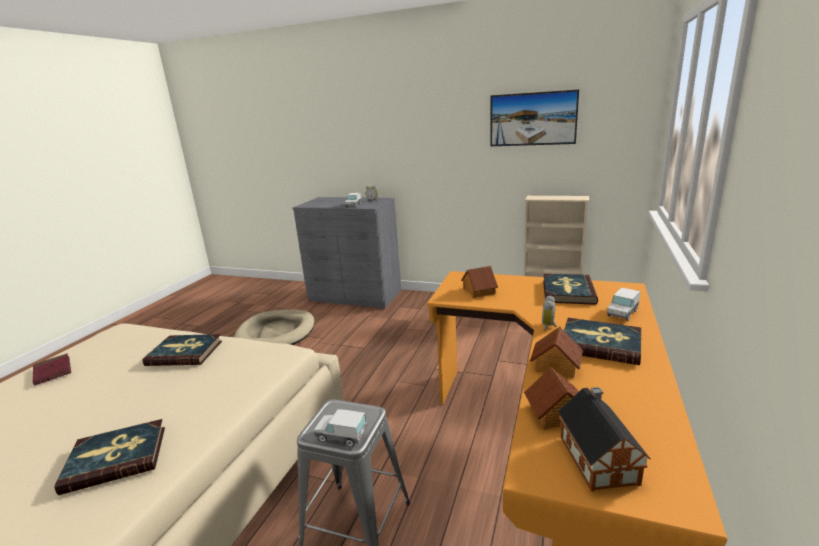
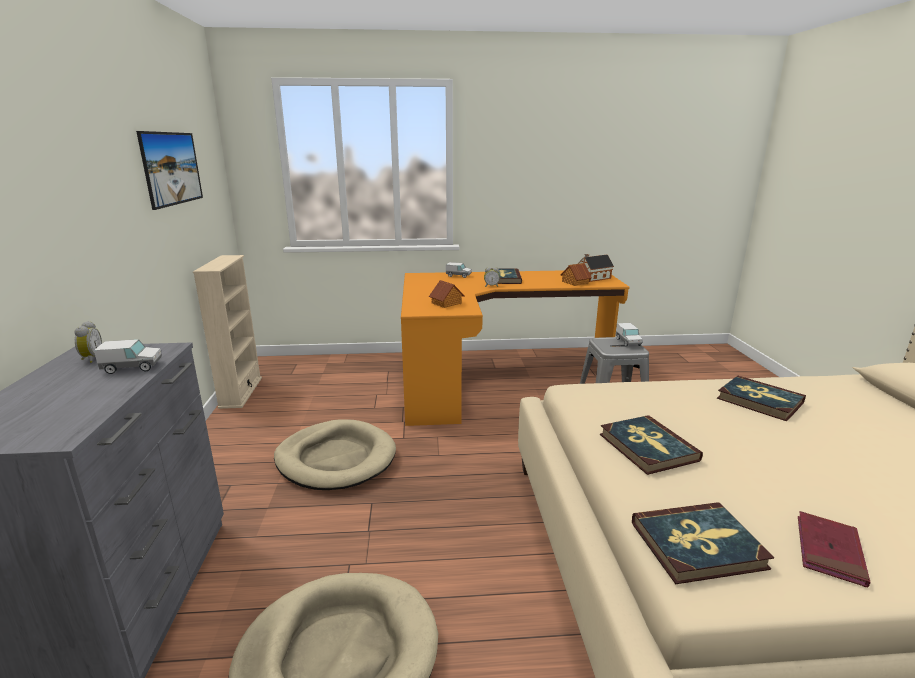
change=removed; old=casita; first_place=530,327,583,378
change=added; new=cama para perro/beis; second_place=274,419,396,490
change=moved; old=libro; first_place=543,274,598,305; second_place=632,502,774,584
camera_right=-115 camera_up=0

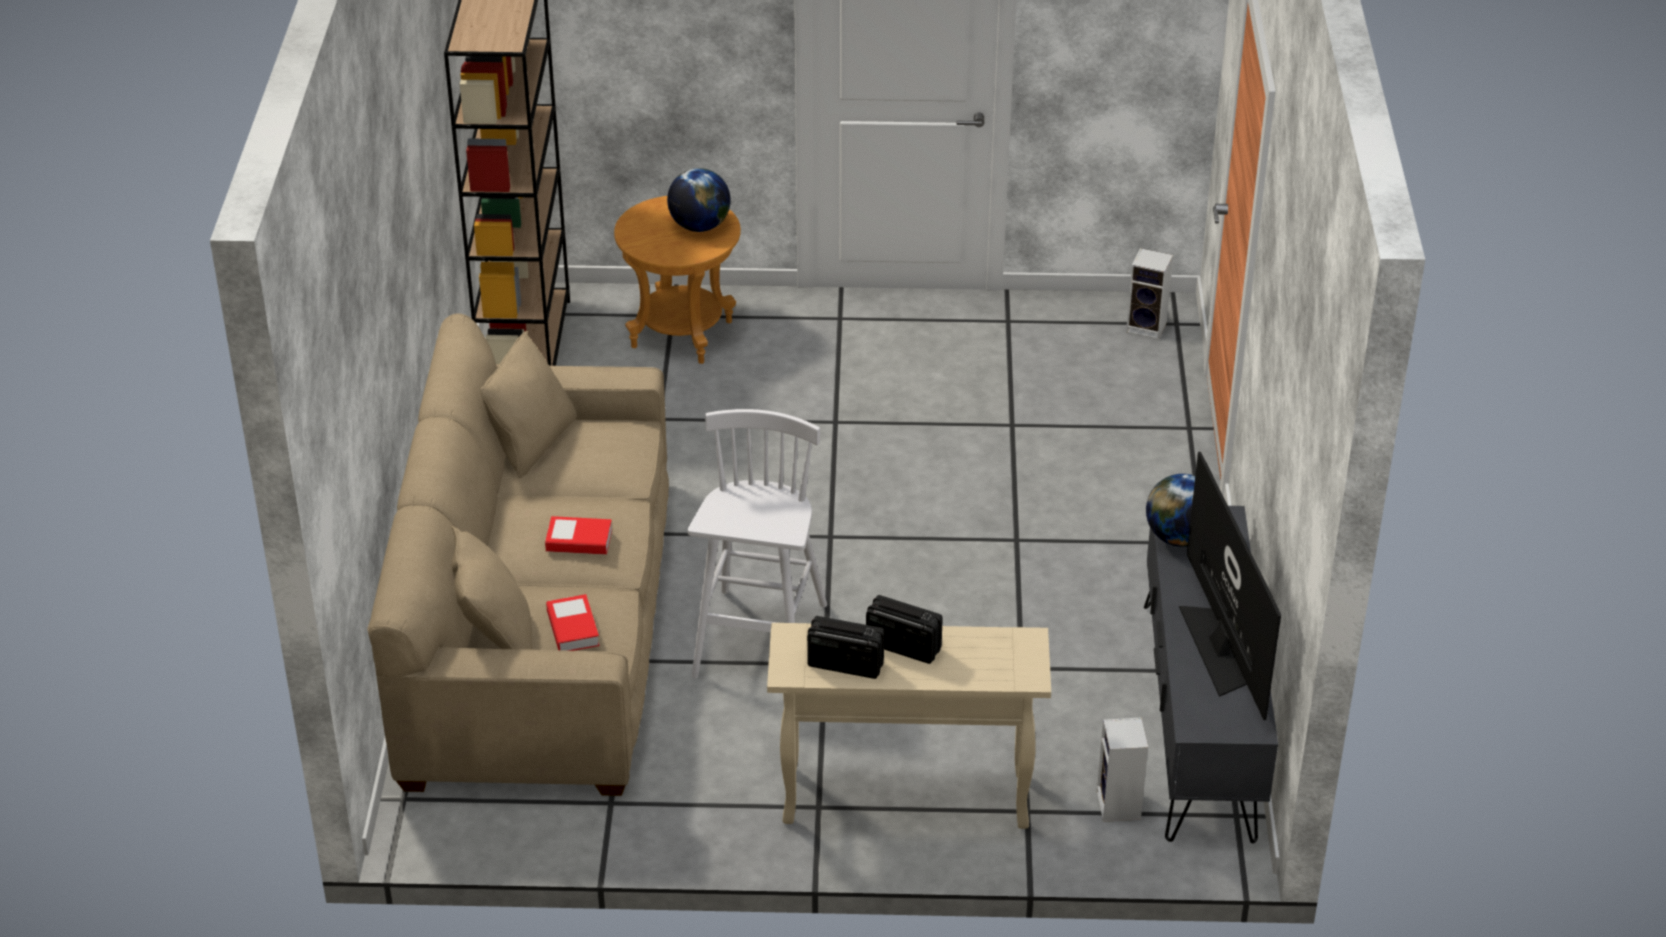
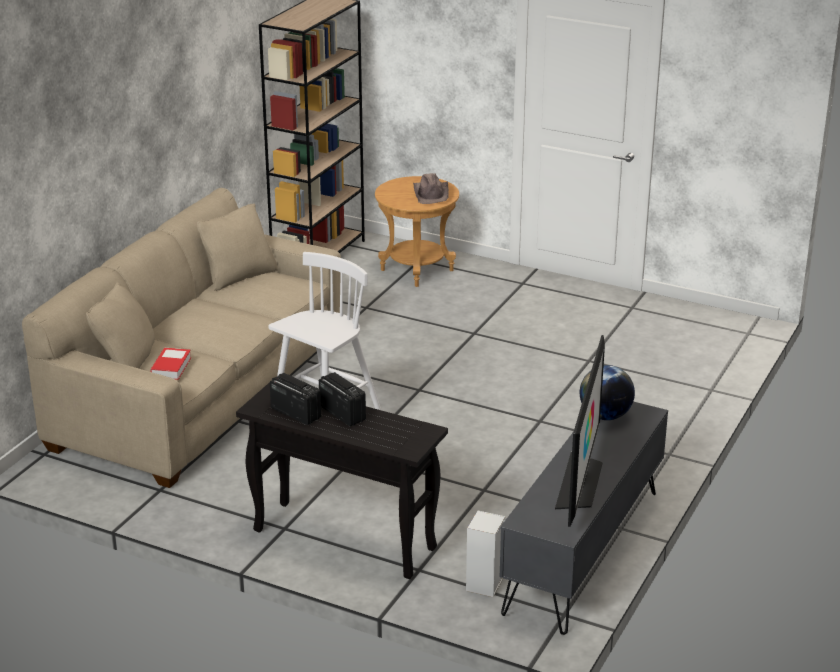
change=removed; old=libro; first_place=545,516,612,555
change=removed; old=altavoz; first_place=1126,248,1173,340
change=replaced; old=globo terráqueo; new=sombrero/marrón; first_place=667,168,731,232; second_place=413,173,449,204
change=recoloured; old=mesa consola/beis; new=mesa consola/negro; first_place=767,623,1051,829; second_place=236,382,448,579
camera_right=25 camera_up=-10

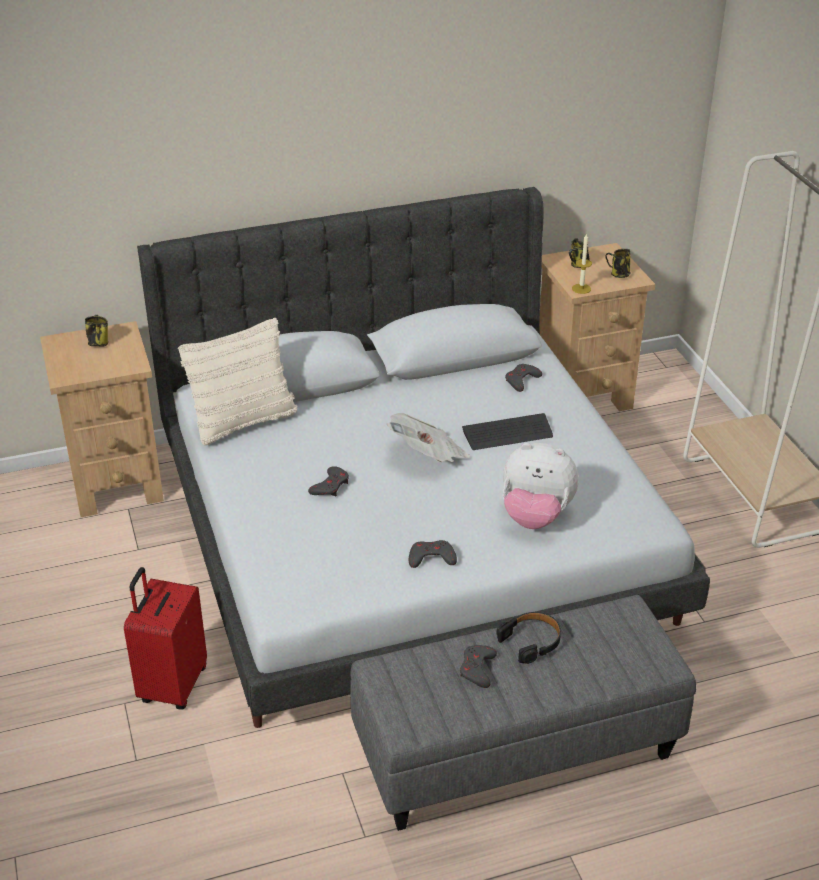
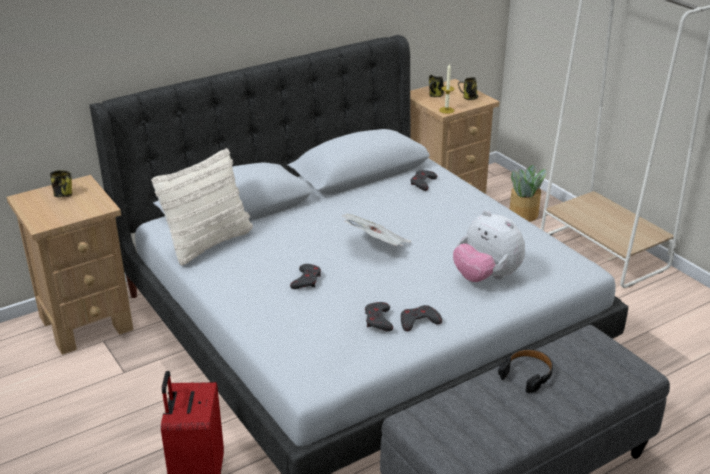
change=removed; old=teclado; first_place=462,413,553,450
change=added; new=planta en maceta; second_place=510,164,547,222
change=moved; old=mando de consola/gris; first_place=460,645,497,688; second_place=365,302,393,332
change=turned; old=peluche; first_place=503,443,579,529; second_place=453,210,525,282; degrees=45
camera_right=-15 camera_up=-5

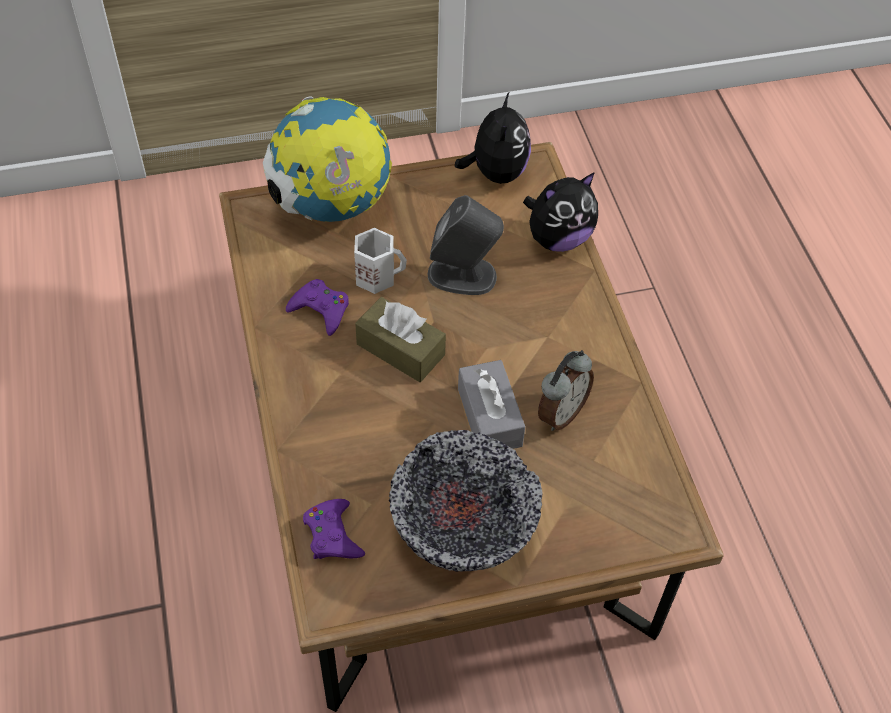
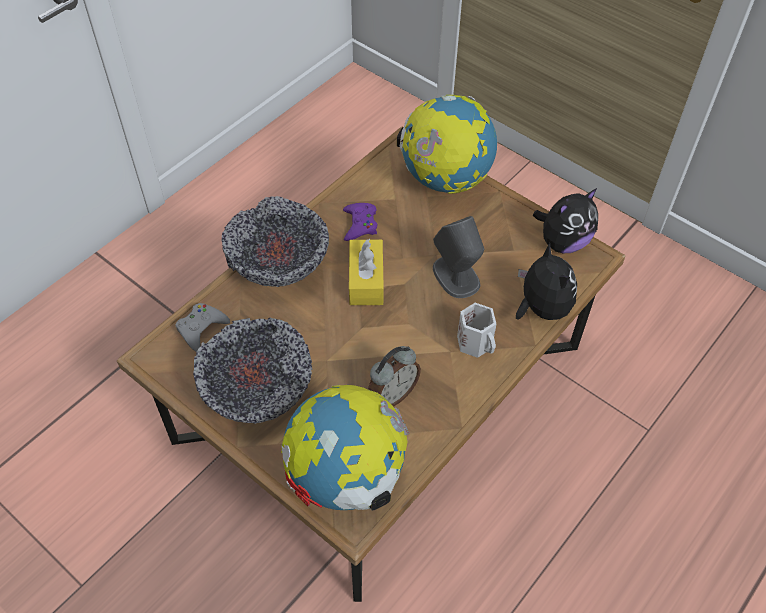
change=removed; old=caja de pañuelos/gris; first_place=458,360,525,449
change=added; new=cuenco; second_place=221,196,329,287
change=added; new=globo terráqueo; second_place=281,385,409,511
change=moved; old=taza grande/blanco; first_place=354,228,407,294; second_place=457,303,496,358
change=recoloured; old=mando de consola/morado; new=mando de consola/gris; first_place=303,499,365,559; second_place=175,303,230,352
change=recoloured; old=caja de pañuelos/marrón; new=caja de pañuelos/amarillo; first_place=355,297,446,382; second_place=349,239,384,305
change=turned; old=peluche; first_place=523,172,598,252; second_place=516,243,577,320; degrees=-135
change=turned; old=despertador; first_place=538,350,594,431; second_place=368,346,421,407; degrees=-45
camera_right=55 camera_up=0

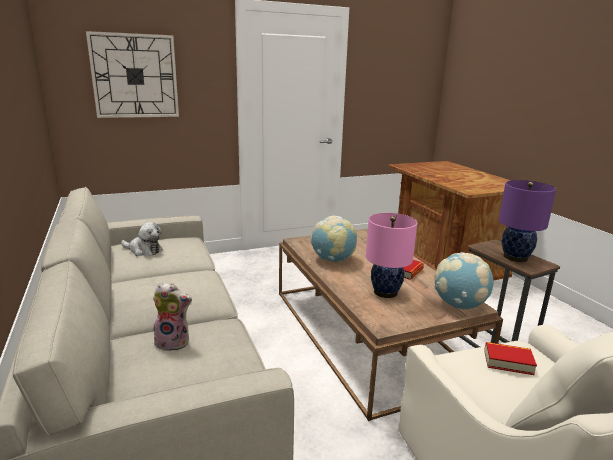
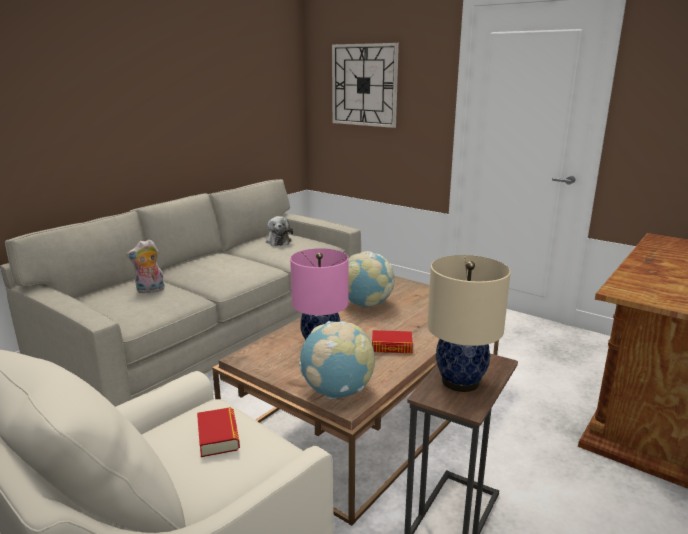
change=recoloured; old=lámpara de mesa/morado; new=lámpara de mesa/beis; first_place=499,180,556,262; second_place=427,255,511,392
change=turned; old=peluche; first_place=153,282,192,351; second_place=126,239,165,293; degrees=90
camera_right=60 camera_up=0

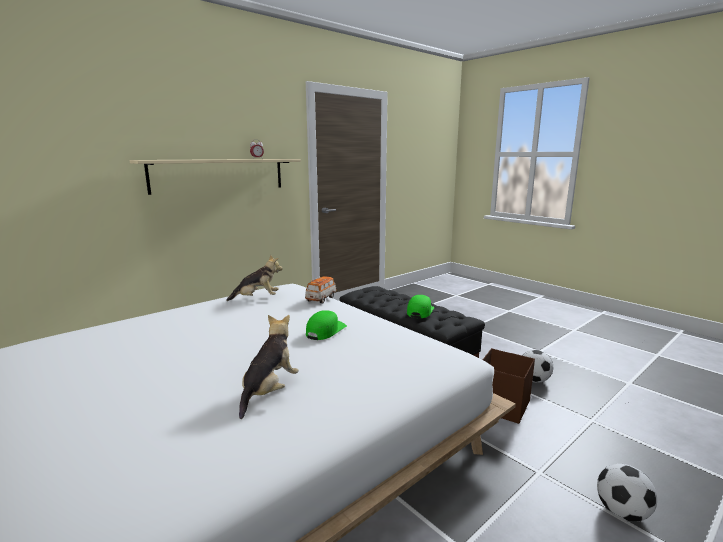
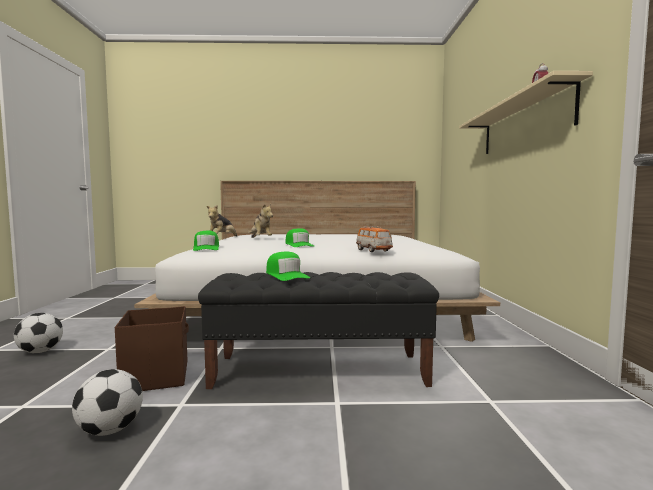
change=added; new=gorra/verde; second_place=193,231,219,251
change=moved; old=peluche; first_place=226,255,283,301; second_place=207,205,237,237
camera_right=130 camera_up=-10

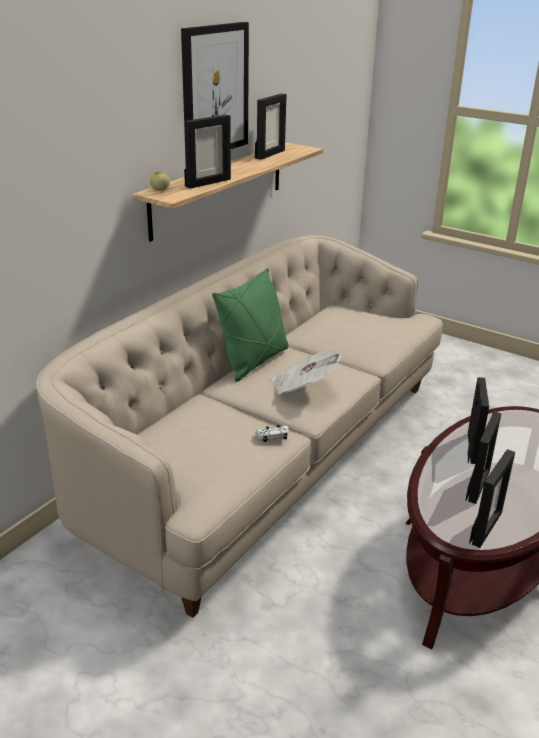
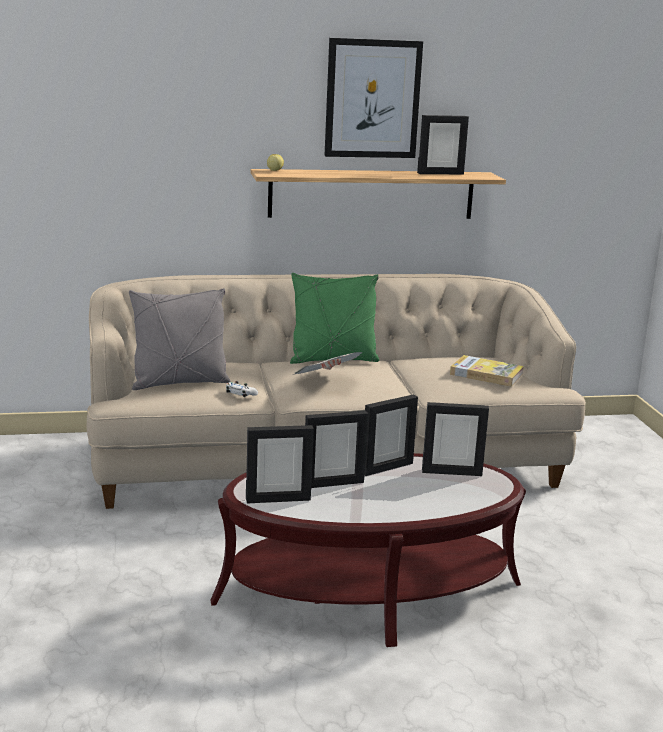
change=added; new=cojín/gris; second_place=129,288,230,390
change=added; new=libro; second_place=450,355,524,386
change=moved; old=portarretratos; first_place=184,115,231,189; second_place=422,402,489,476
camera_right=45 camera_up=-10

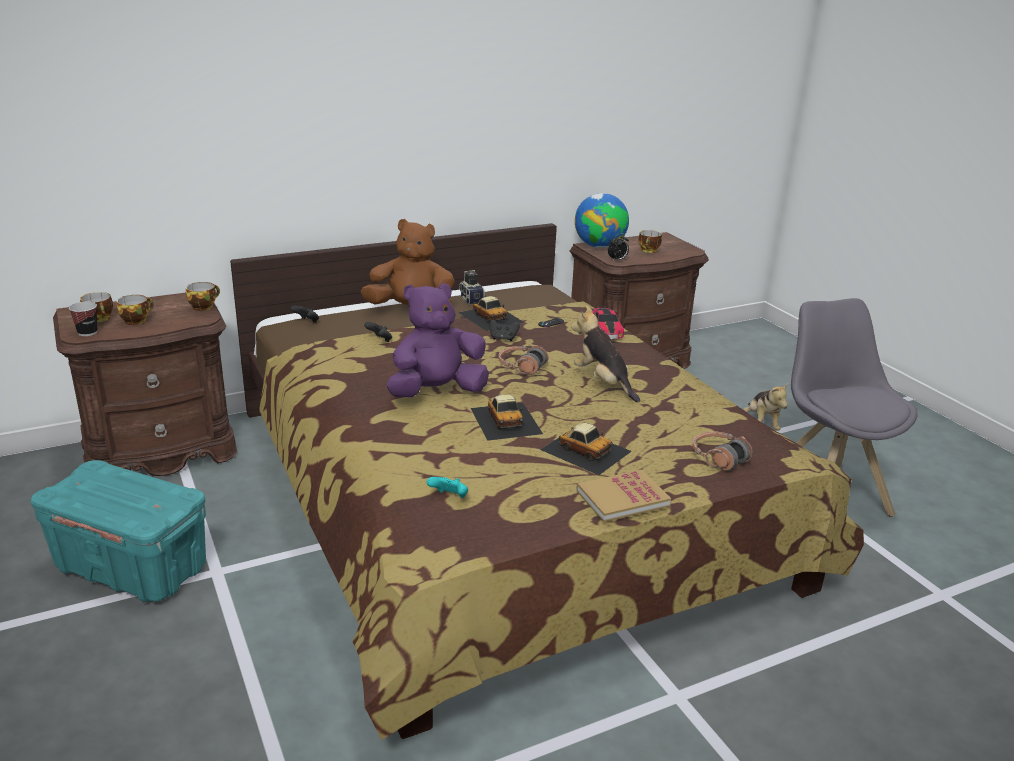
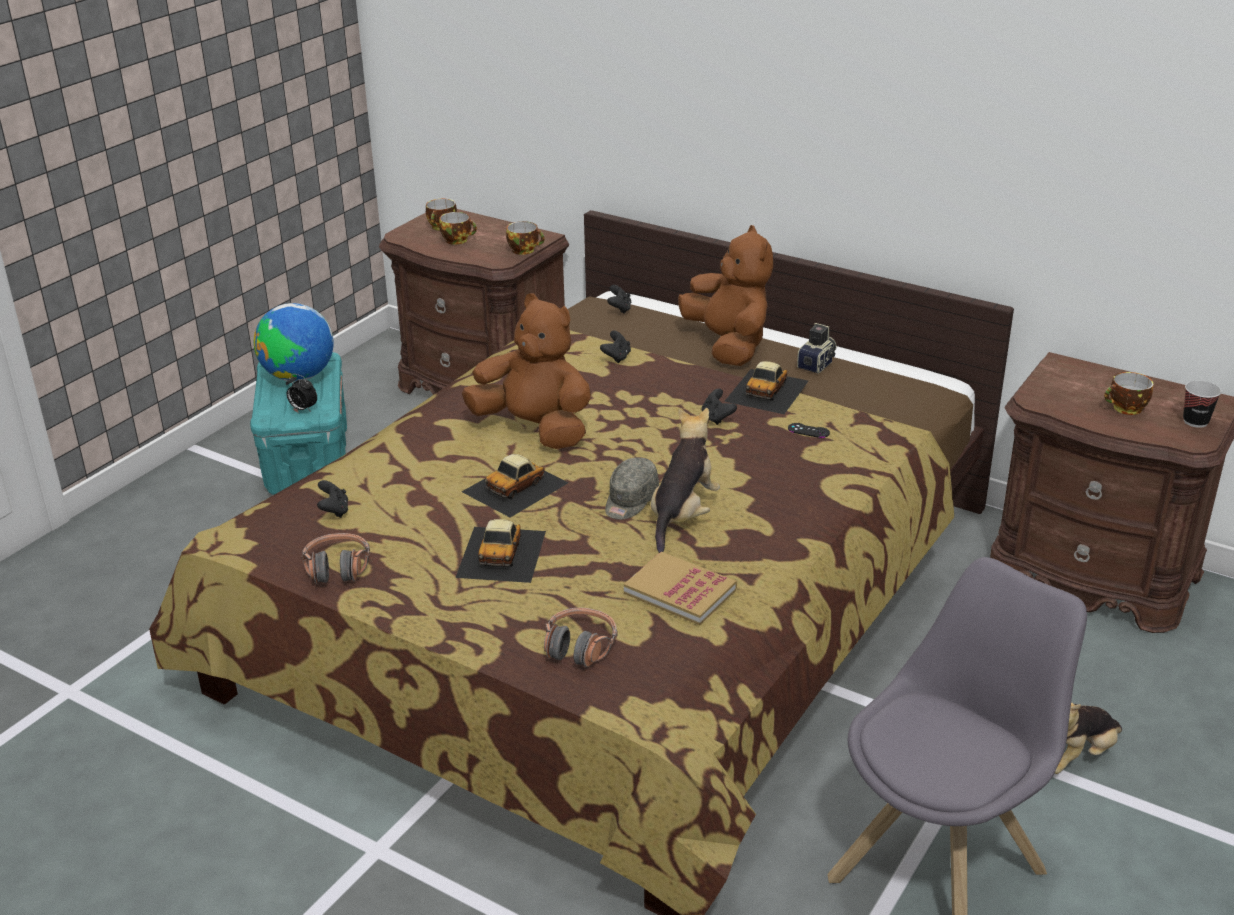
change=removed; old=coche de juguete; first_place=593,305,624,339
change=added; new=gorra/gris; second_place=605,457,659,520
change=moved; old=taza; first_place=69,302,98,336; second_place=1183,380,1221,428
change=moved; old=auriculares; first_place=499,345,548,375; second_place=301,533,370,584
change=moved; old=globo terráqueo; first_place=575,193,629,248; second_place=254,303,334,382
change=moved; old=libro; first_place=576,470,671,522; second_place=624,552,737,625
change=moved; old=despertador; first_place=608,233,629,261; second_place=286,374,317,412
change=recoloured; old=peluche/morado; new=peluche/marrón; first_place=387,283,489,397; second_place=462,293,591,449
change=recoloured; old=mando de consola/turquesa; new=mando de consola/negro; first_place=427,477,468,498; second_place=317,480,348,518
camera_right=60 camera_up=5

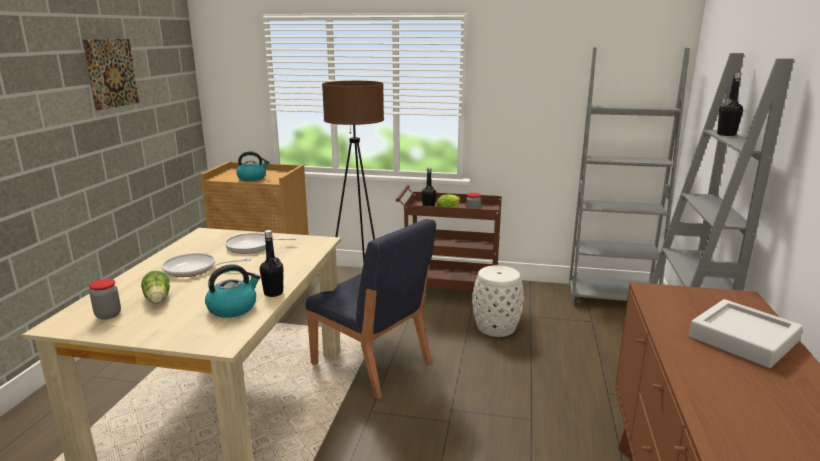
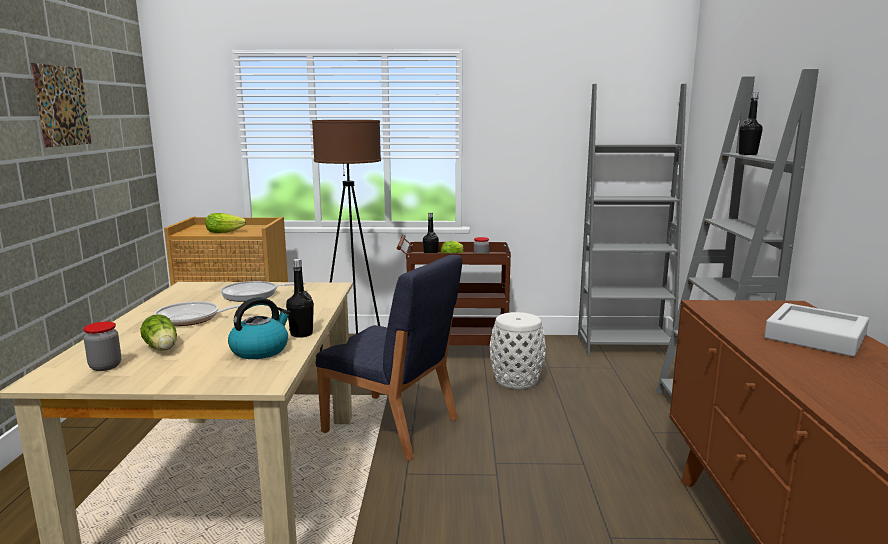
change=replaced; old=hervidor; new=lechuga; first_place=236,151,270,181; second_place=205,213,246,233
camera_right=-10 camera_up=-5

